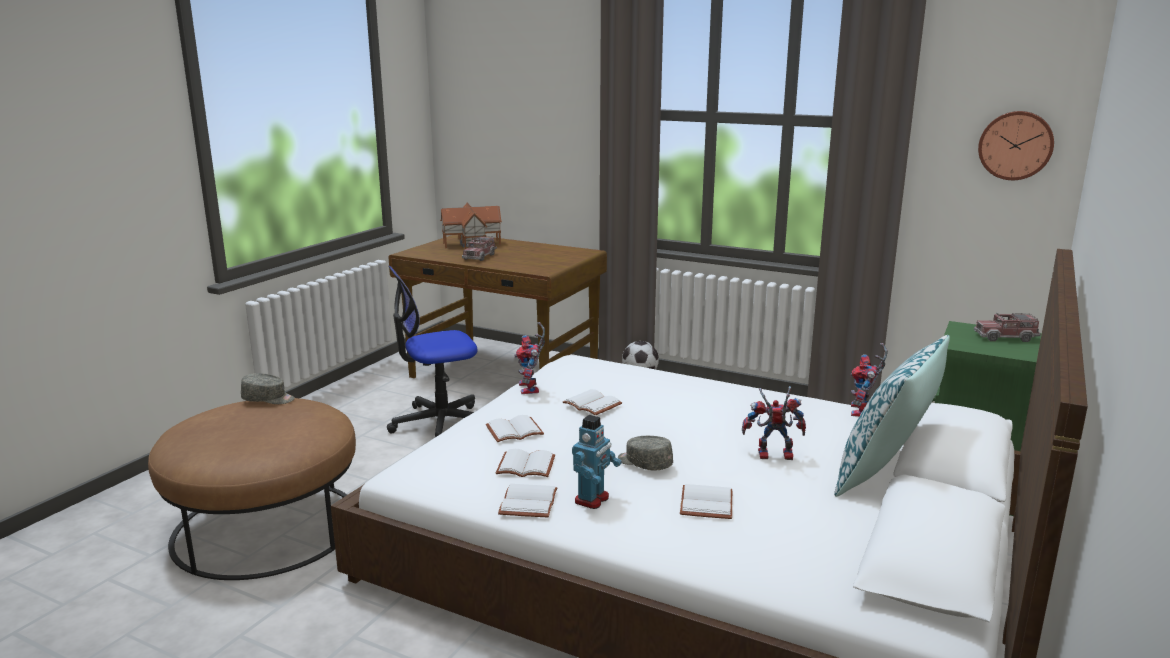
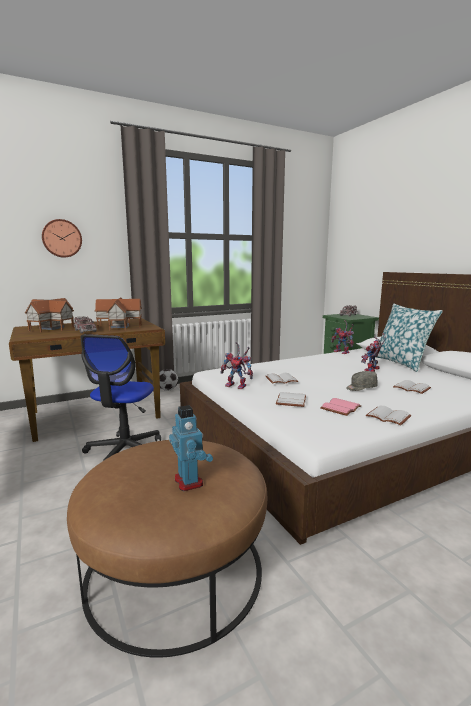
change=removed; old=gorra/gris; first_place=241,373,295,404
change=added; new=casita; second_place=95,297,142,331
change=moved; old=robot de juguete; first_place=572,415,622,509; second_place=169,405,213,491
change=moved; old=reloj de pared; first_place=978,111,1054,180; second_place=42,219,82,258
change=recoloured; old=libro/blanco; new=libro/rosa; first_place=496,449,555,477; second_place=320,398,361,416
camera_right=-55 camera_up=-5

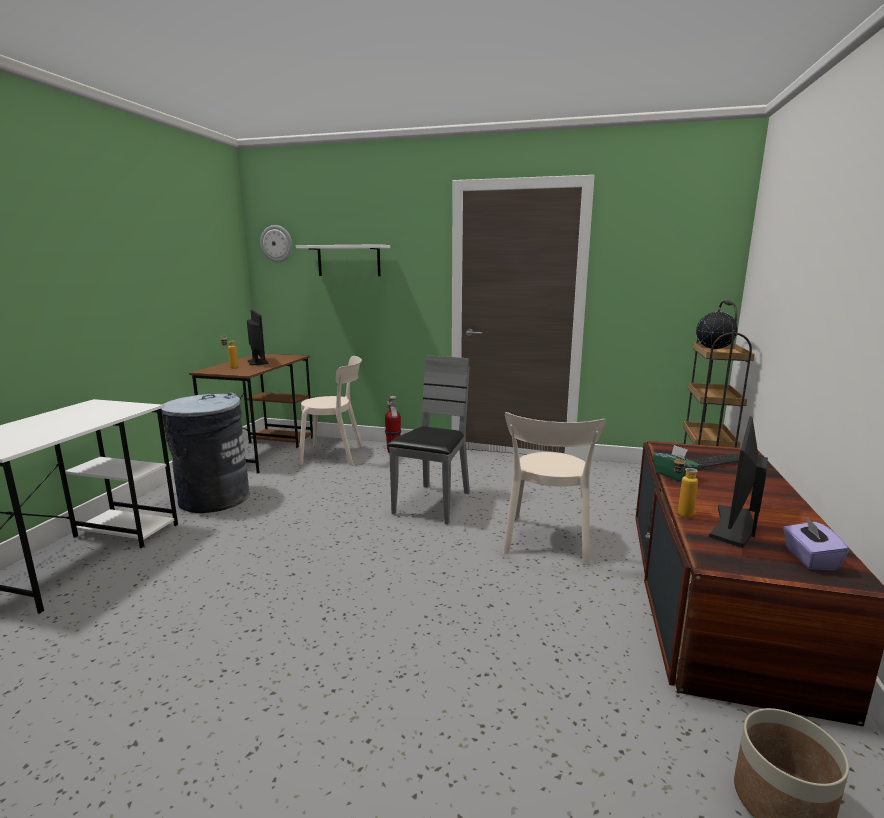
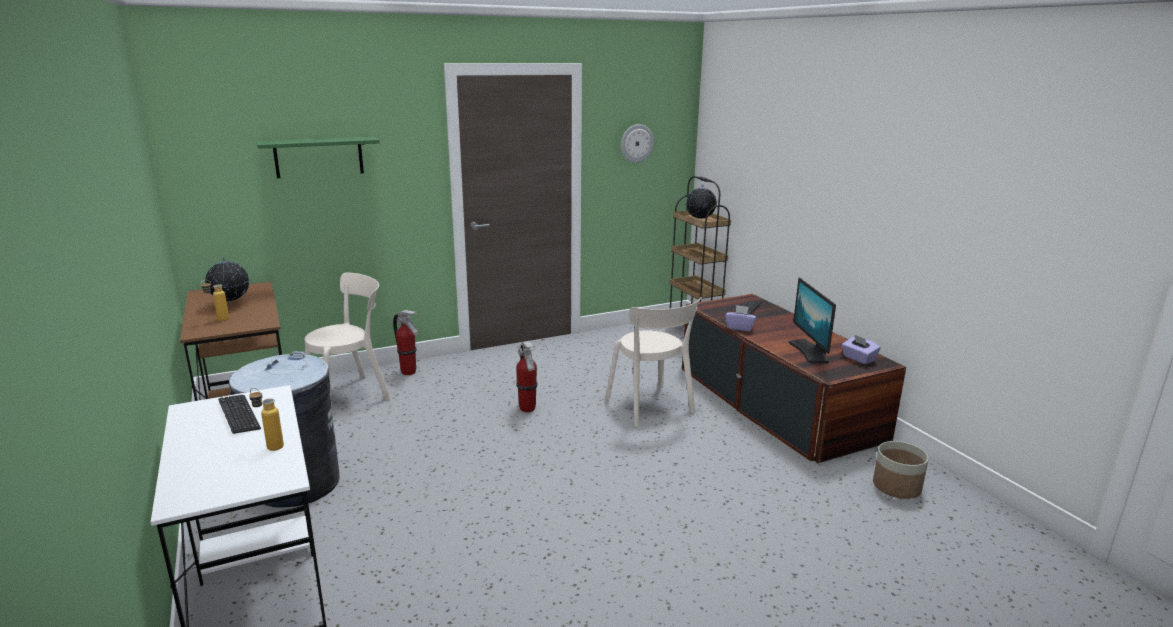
change=added; new=teclado; second_place=218,394,261,434
change=moved; old=reloj de pared; first_place=260,225,293,262; second_place=621,124,654,163
change=moved; old=botella; first_place=674,455,698,518; second_place=249,388,284,451
change=replaced; old=monitor; new=globo terráqueo; first_place=247,310,268,365; second_place=205,257,249,306
change=replaced; old=silla/gris; new=extintor; first_place=387,355,470,525; second_place=516,341,538,412
change=recoloured; old=estante/blanco; new=estante/verde; first_place=296,244,390,276; second_place=256,136,380,178
change=recoloured; old=caja de pañuelos/verde; new=caja de pañuelos/morado; first_place=653,445,700,482; second_place=725,305,756,331
camera_right=-40 camera_up=5

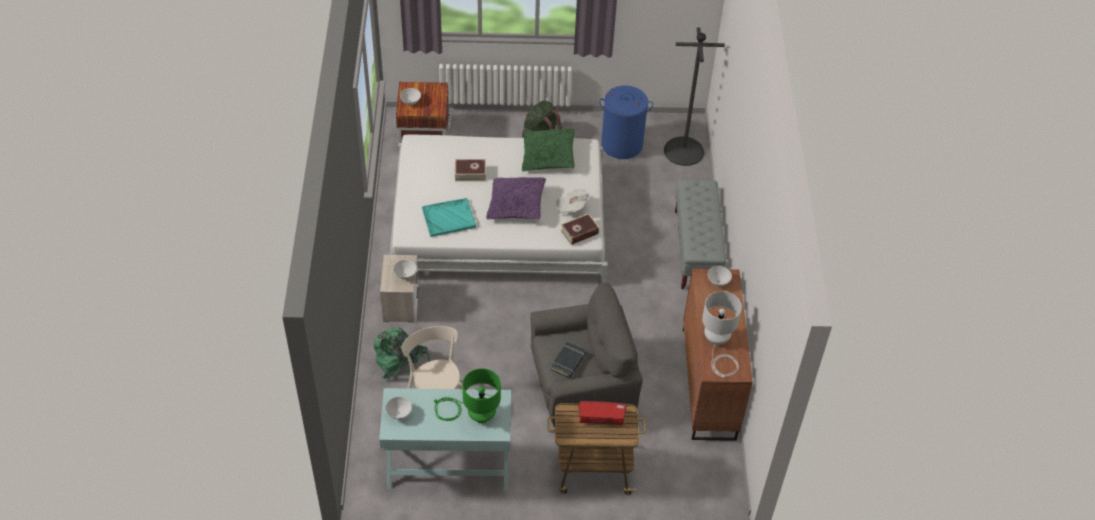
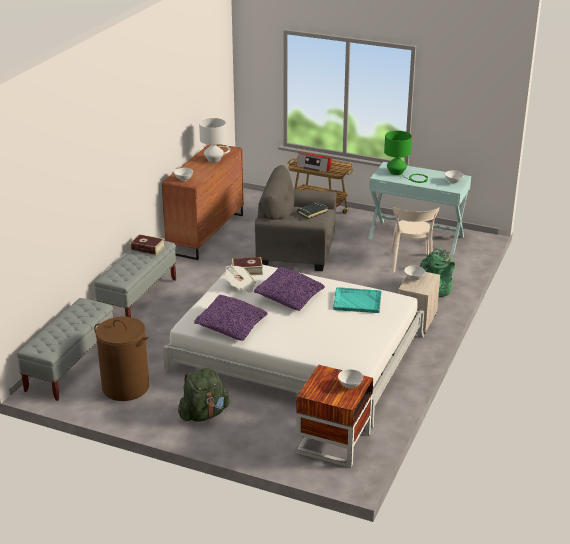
change=moved; old=libro; first_place=455,159,486,181; second_place=130,234,165,255
change=replaced; old=perchero/negro; new=banco/gris; first_place=664,27,725,166; second_place=17,298,113,401
change=recoloured; old=cojín/verde; new=cojín/morado; first_place=522,128,575,171; second_place=194,295,268,341
change=recoloured; old=cesto de la ropa/azul; new=cesto de la ropa/marrón; first_place=599,85,653,159; second_place=94,317,149,401
camera_right=-155 camera_up=-20

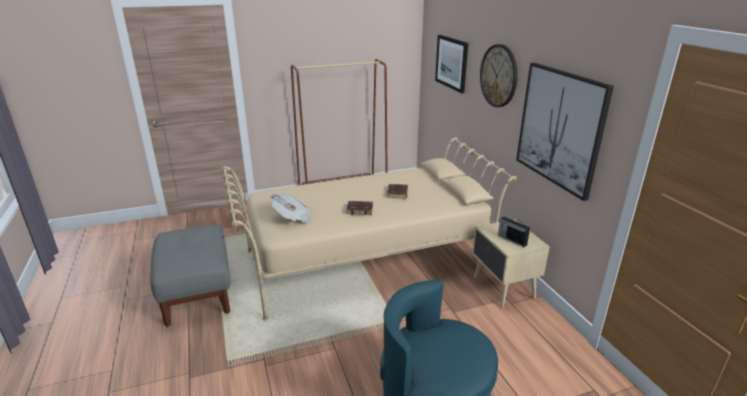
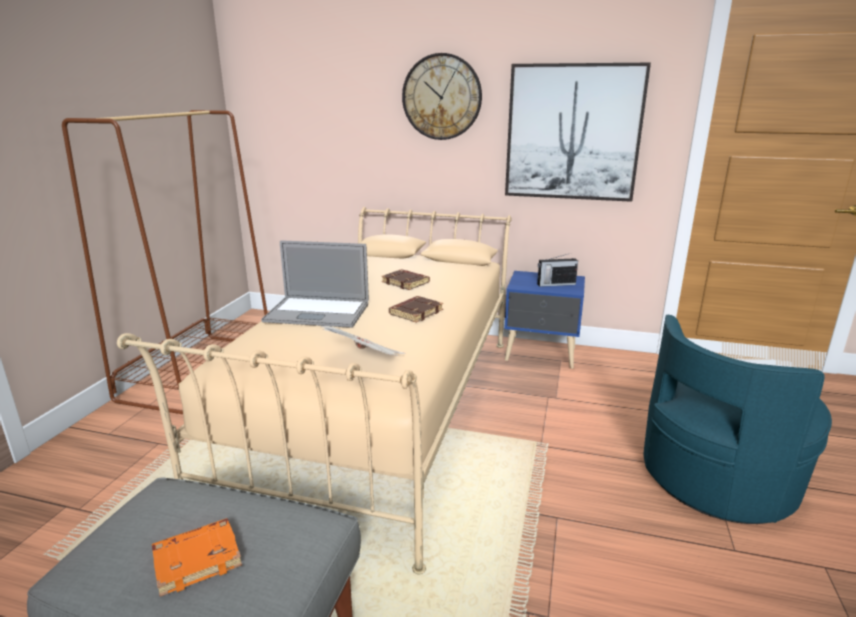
change=removed; old=cuadro; first_place=435,35,468,93
change=added; new=libro/naranja; second_place=152,518,242,597
change=added; new=portátil; second_place=261,240,369,328
change=recoloured; old=mesita de noche/beis; new=mesita de noche/azul; first_place=472,219,550,307; second_place=504,271,585,369
camera_right=-55 camera_up=-5

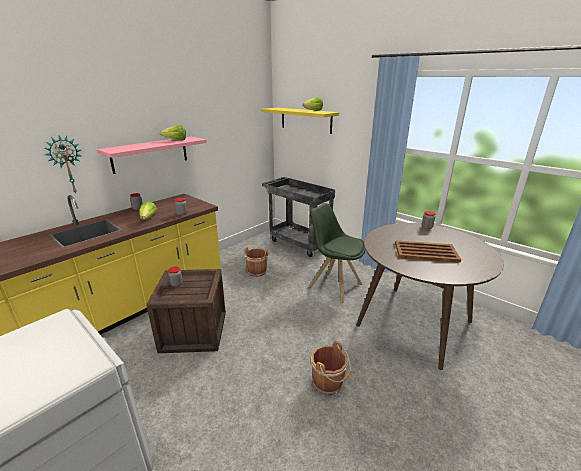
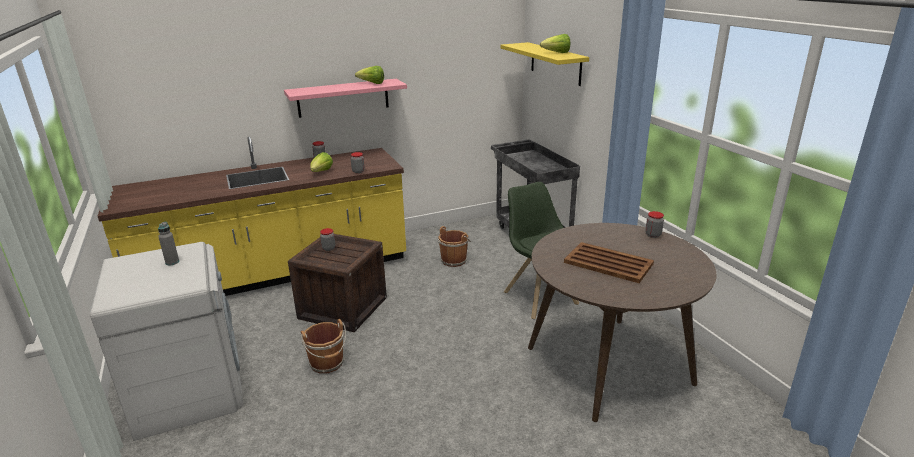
change=removed; old=reloj de pared; first_place=44,135,81,193
change=added; new=botella/gris; second_place=158,222,179,265
change=moved; old=cubo/marrón; first_place=311,341,351,395; second_place=301,319,346,373
camera_right=25 camera_up=0

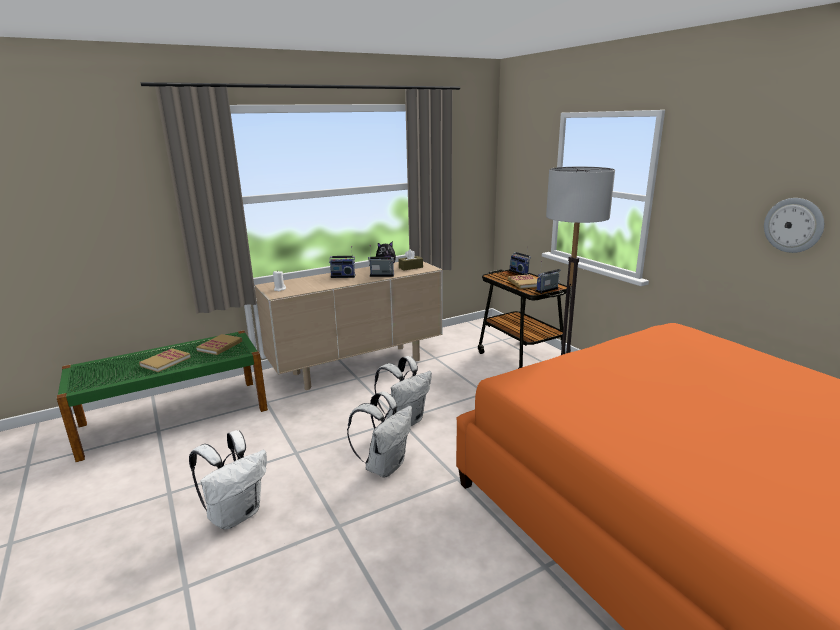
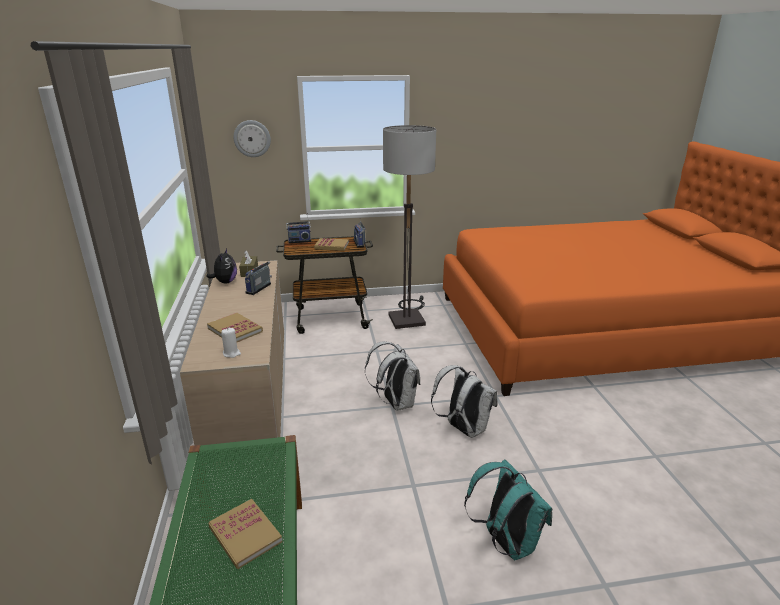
change=removed; old=radio; first_place=329,246,355,278
change=moved; old=libro; first_place=196,334,242,355; second_place=207,313,263,342
change=moved; old=reloj de pared; first_place=764,198,824,253; second_place=234,120,271,157
change=recoloured; old=mochila/blanco; new=mochila/turquesa; first_place=189,430,267,529; second_place=464,459,552,560
camera_right=-70 camera_up=5

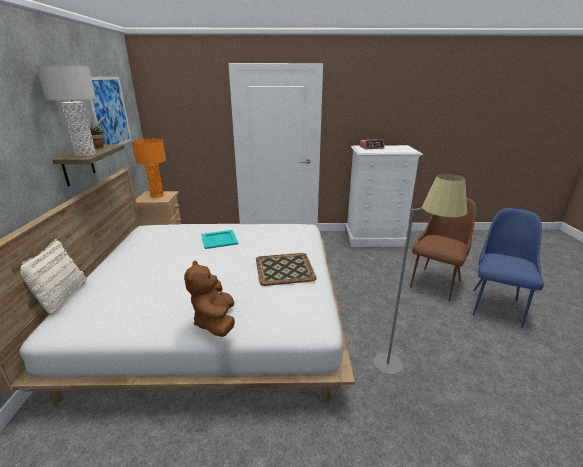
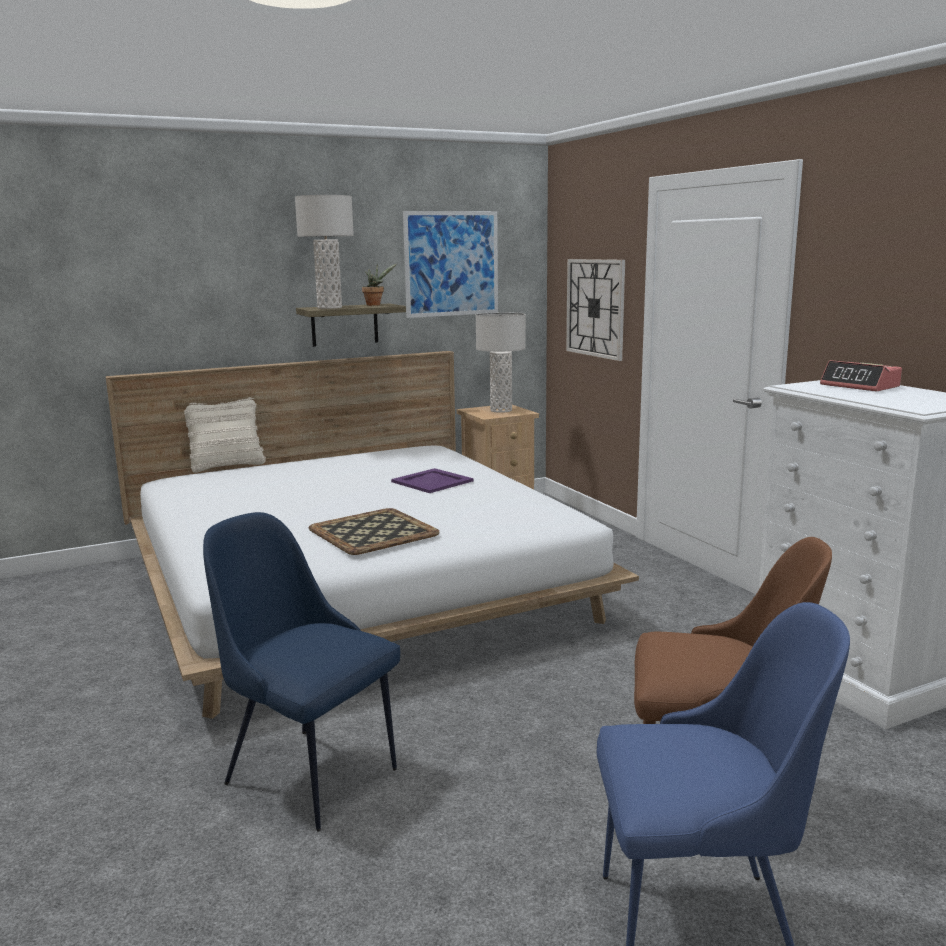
change=removed; old=peluche/marrón; first_place=184,260,235,337
change=added; new=reloj de pared; second_place=566,259,625,361
change=replaced; old=lámpara de pie/gris; new=silla/azul; first_place=373,174,467,375; second_place=203,512,400,831
change=recoloured; old=lámpara de mesa/naranja; new=lámpara de mesa/blanco; first_place=132,139,166,197; second_place=476,312,526,413
change=recoloured; old=bandeja/turquesa; new=bandeja/morado; first_place=201,230,238,249; second_place=391,468,473,493
camera_right=65 camera_up=-10

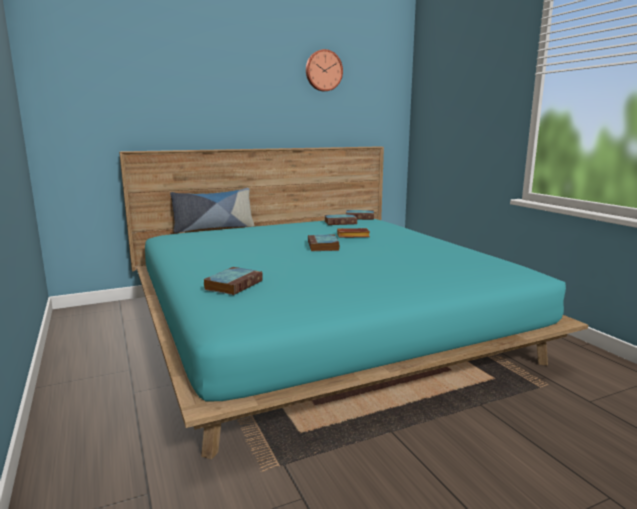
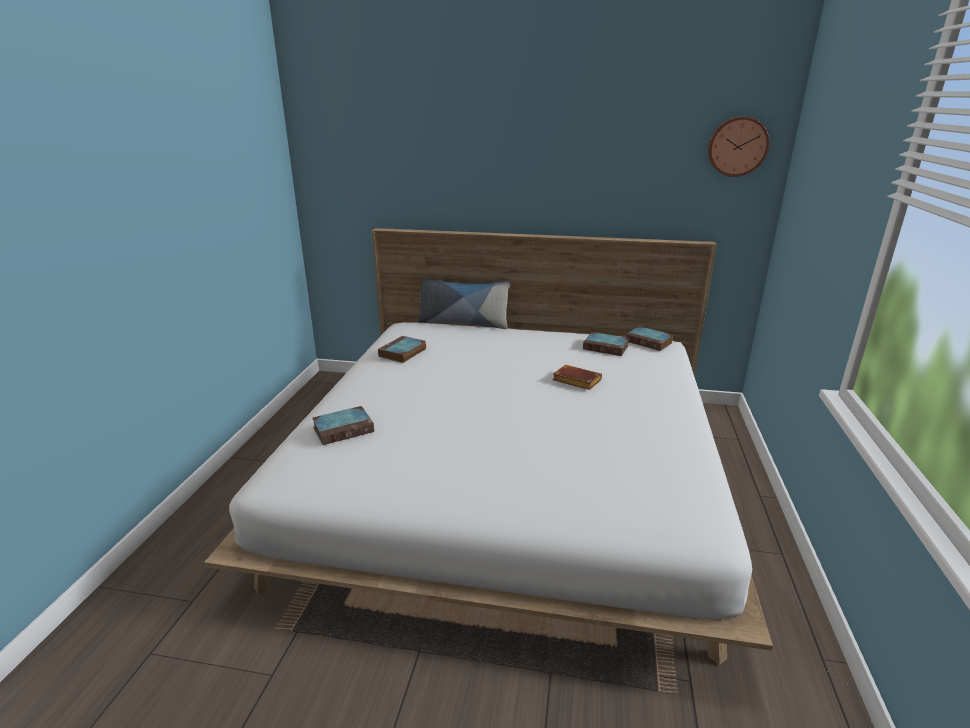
change=moved; old=reloj de pared; first_place=306,49,343,91; second_place=708,116,769,177
change=moved; old=libro; first_place=308,234,340,251; second_place=378,336,426,363
change=recoloured; old=cama/turquesa; new=cama/blanco; first_place=119,146,588,459; second_place=204,228,773,665
camera_right=35 camera_up=10

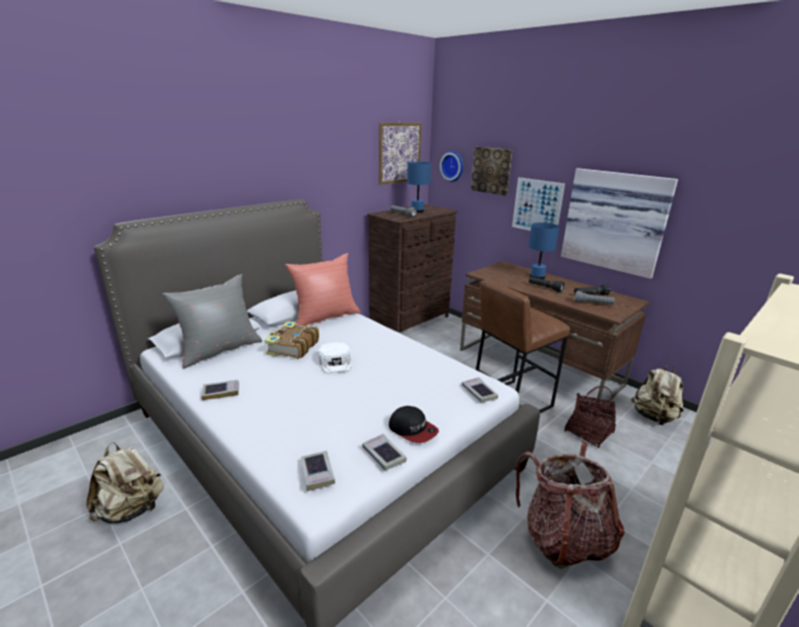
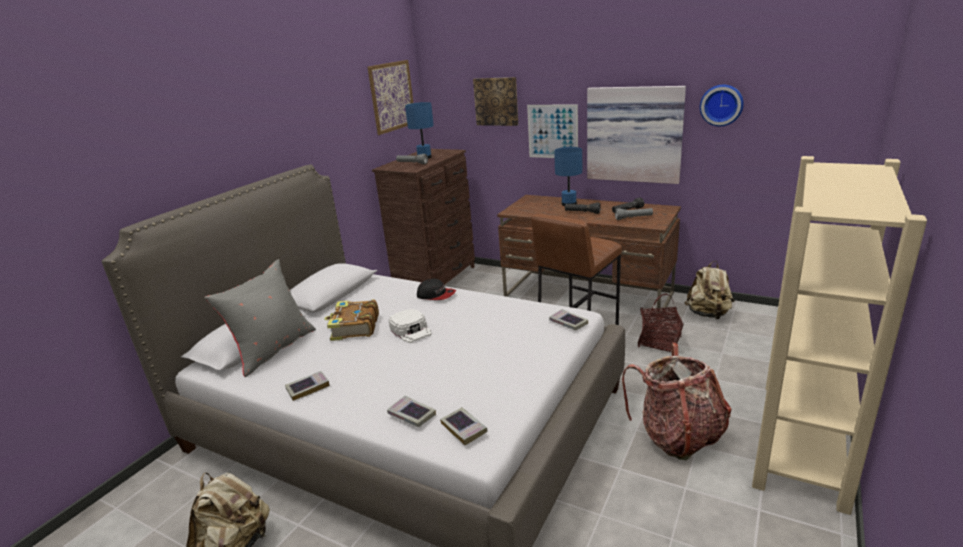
change=removed; old=cojín/rojo; first_place=285,253,361,326
change=moved; old=libro; first_place=362,434,407,470; second_place=387,396,436,427
change=moved; old=gorra; first_place=389,406,439,443; second_place=417,279,456,300
change=moved; old=reloj de pared; first_place=440,151,463,182; second_place=700,85,744,126
camera_right=-15 camera_up=0

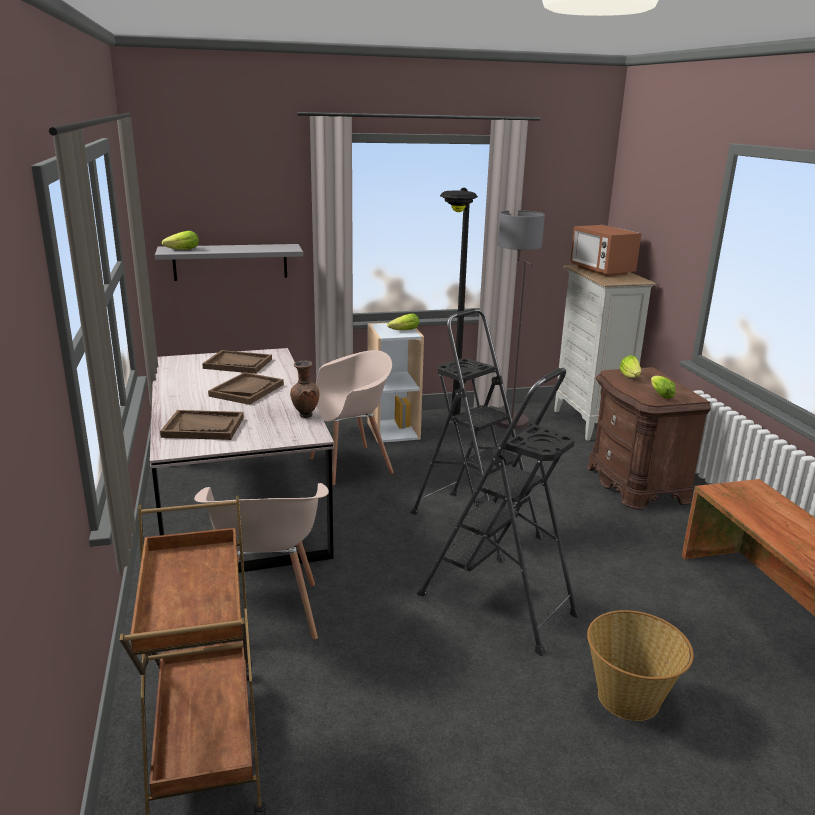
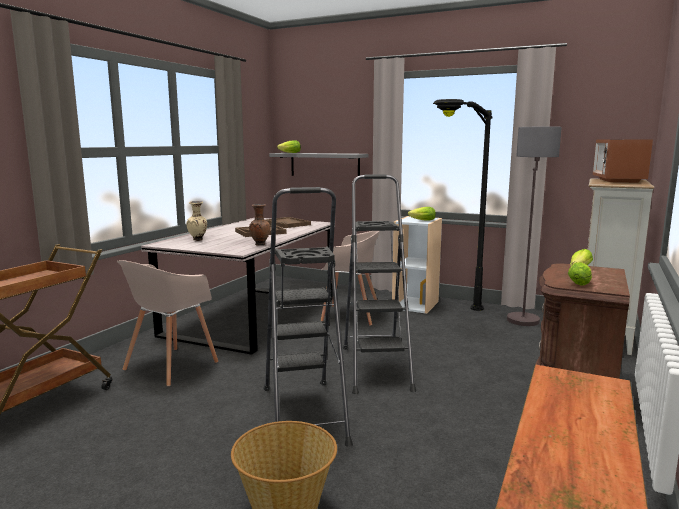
change=replaced; old=bandeja/marrón; new=florero/beis; first_place=160,410,244,440; second_place=186,201,207,241
camera_right=40 camera_up=-10

